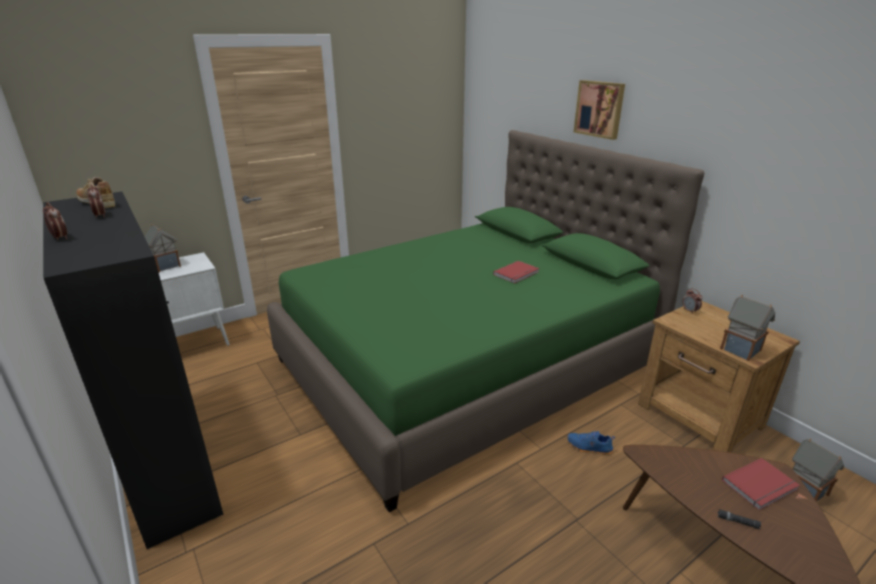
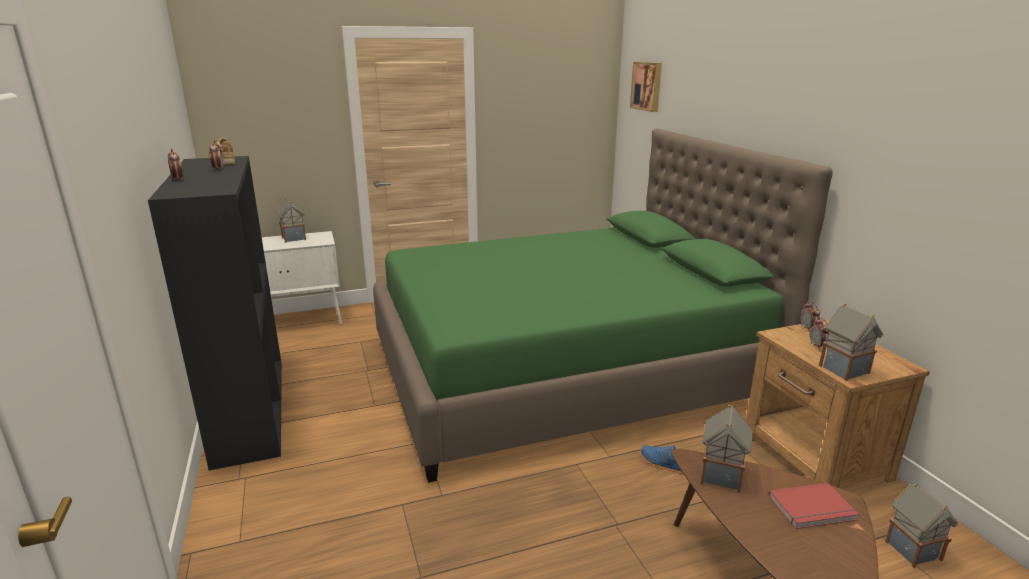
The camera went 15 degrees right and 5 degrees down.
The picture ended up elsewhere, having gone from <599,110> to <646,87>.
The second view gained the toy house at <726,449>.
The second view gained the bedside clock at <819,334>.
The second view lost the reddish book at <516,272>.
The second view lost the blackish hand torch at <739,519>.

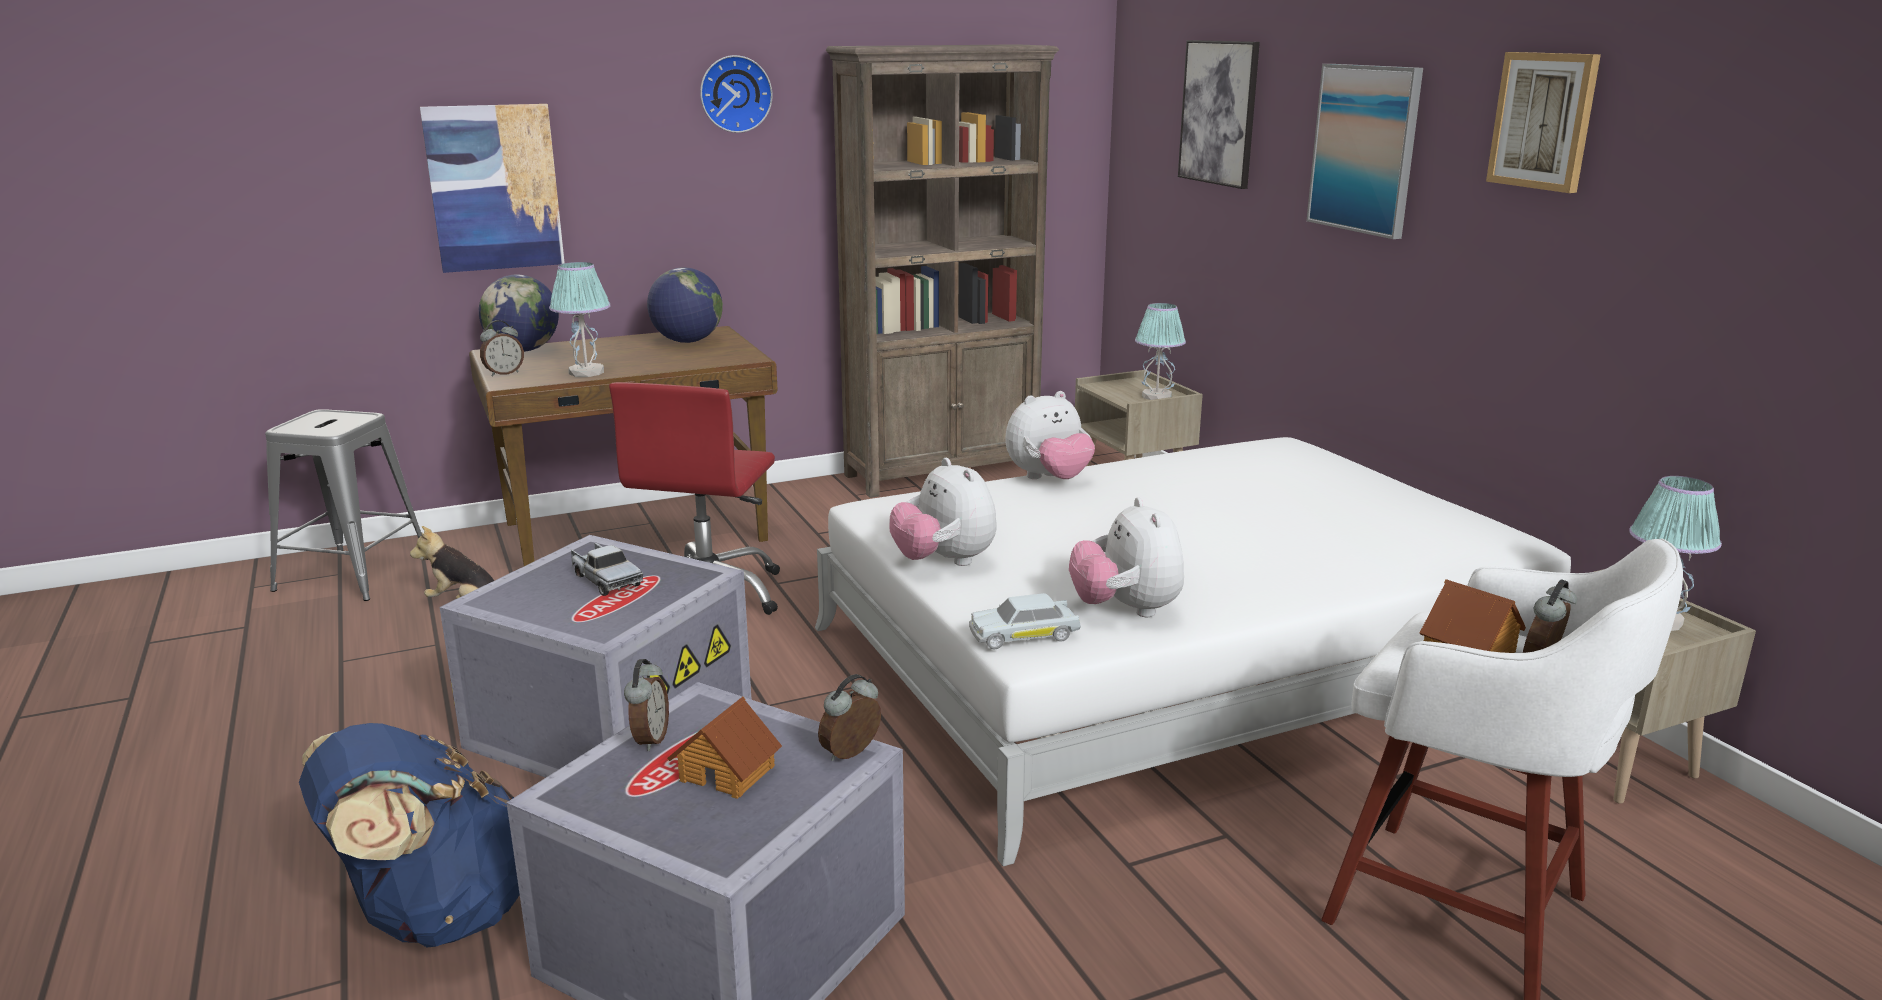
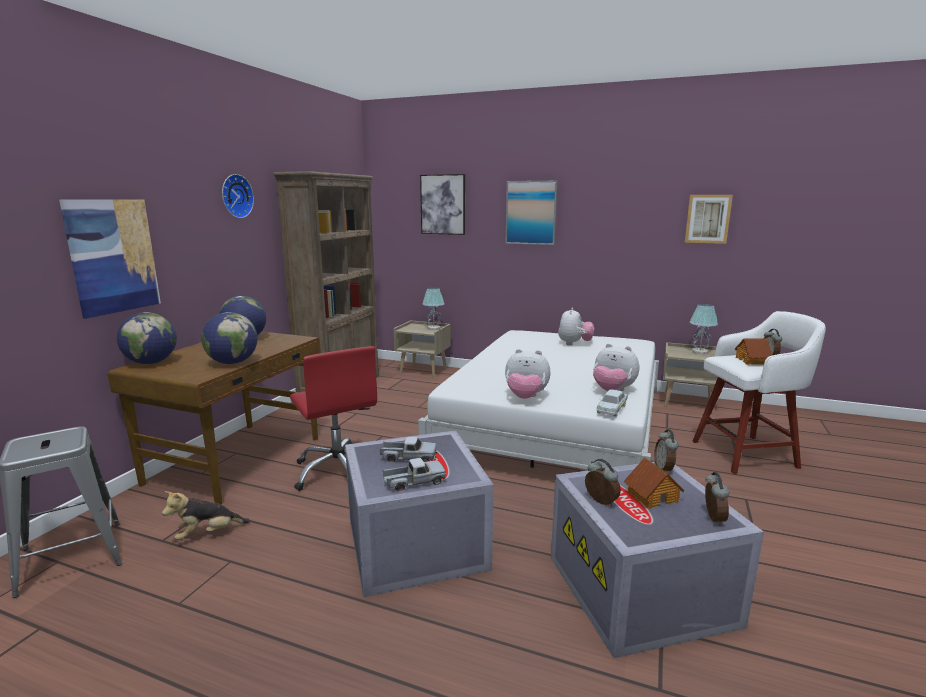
The camera went 45 degrees left and 5 degrees down.
Where the table lamp stood at <579,319>, the globe came to stand at <229,338>.
The second view gained the toy truck at <414,474>.
The soft toy ended up elsewhere, having gone from <1050,435> to <576,326>.
The picture ended up elsewhere, having gone from <1543,122> to <709,219>.
The bedside clock ended up elsewhere, having gone from <502,348> to <717,499>.
The second view lost the blue knapsack at <409,835>.

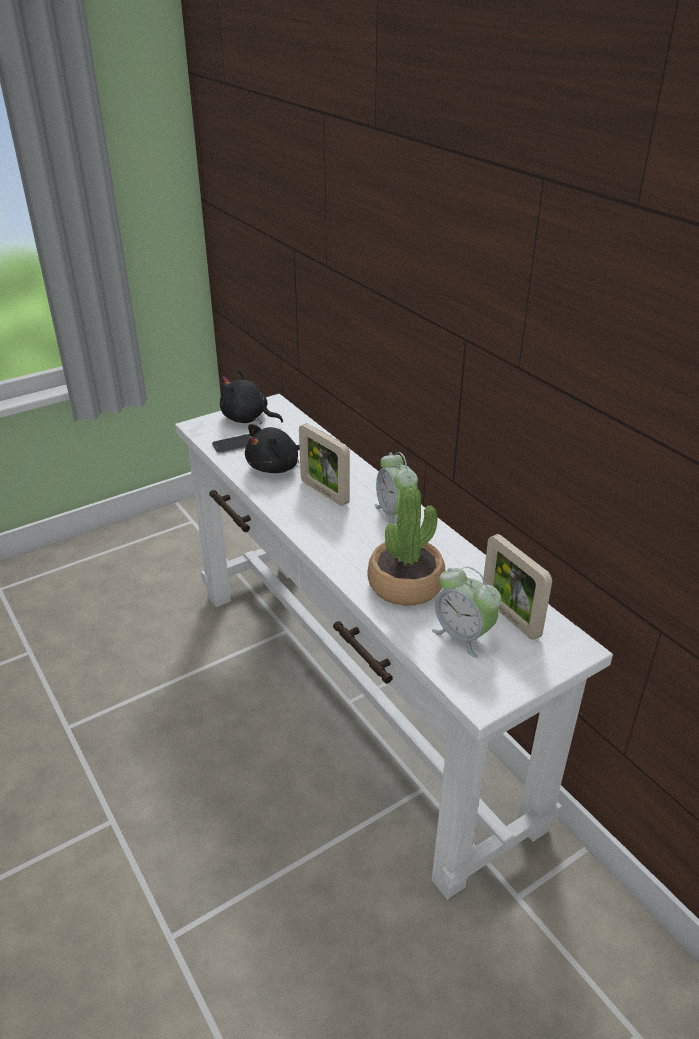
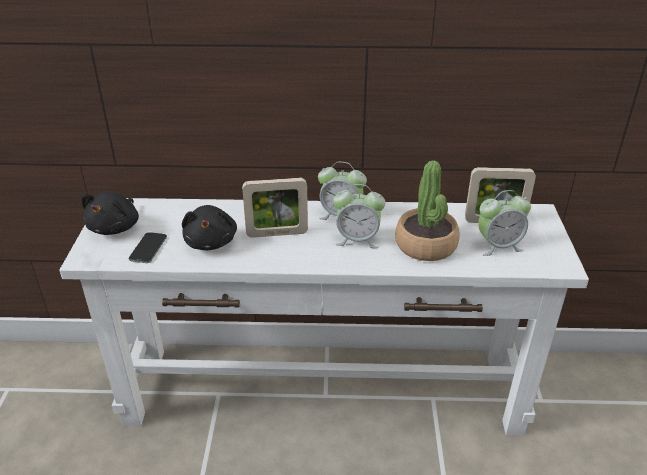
The camera went 55 degrees left and 0 degrees up.
The blackish soft toy at <251,397> ended up facing another way, 45 degrees counterclockwise from before.
The second view gained the bedside clock at <359,216>.

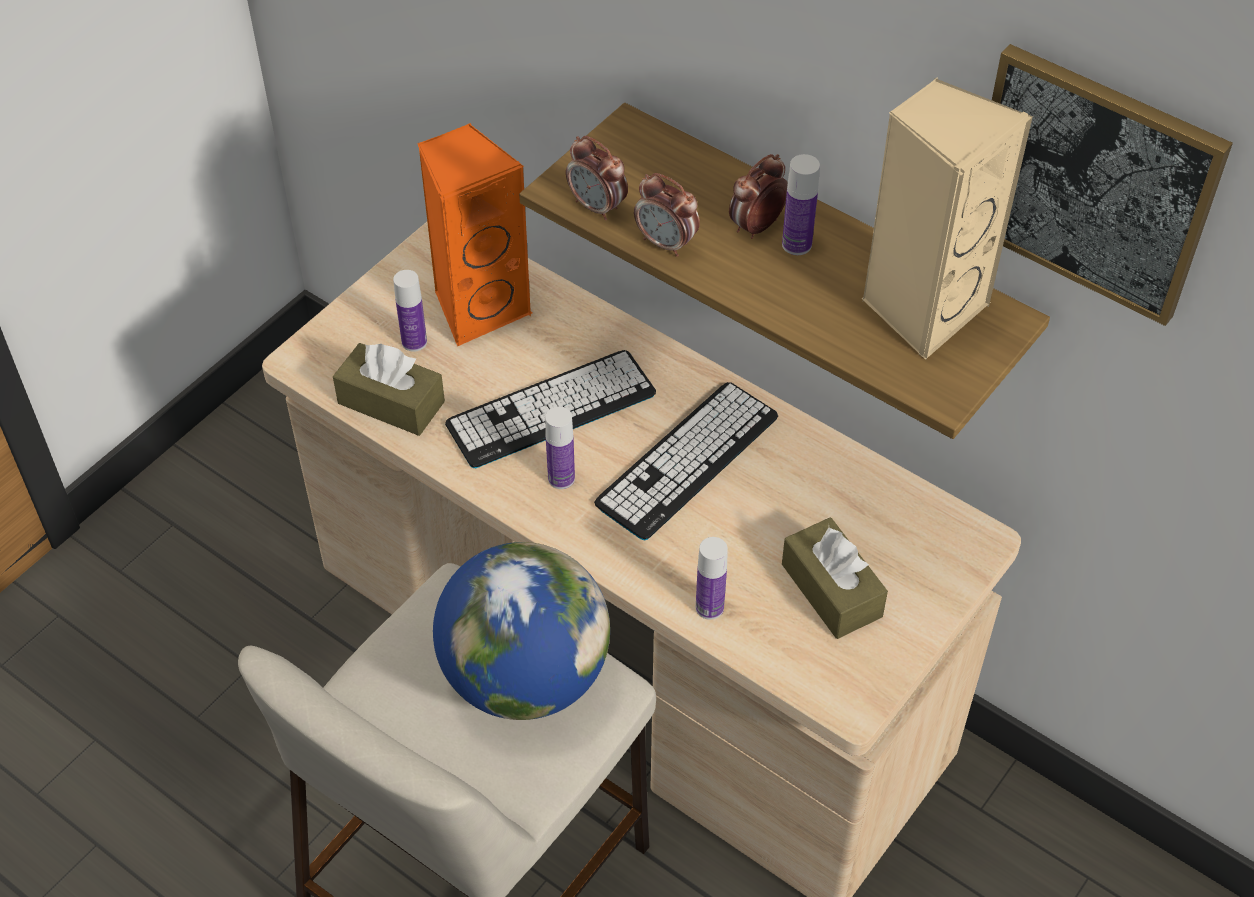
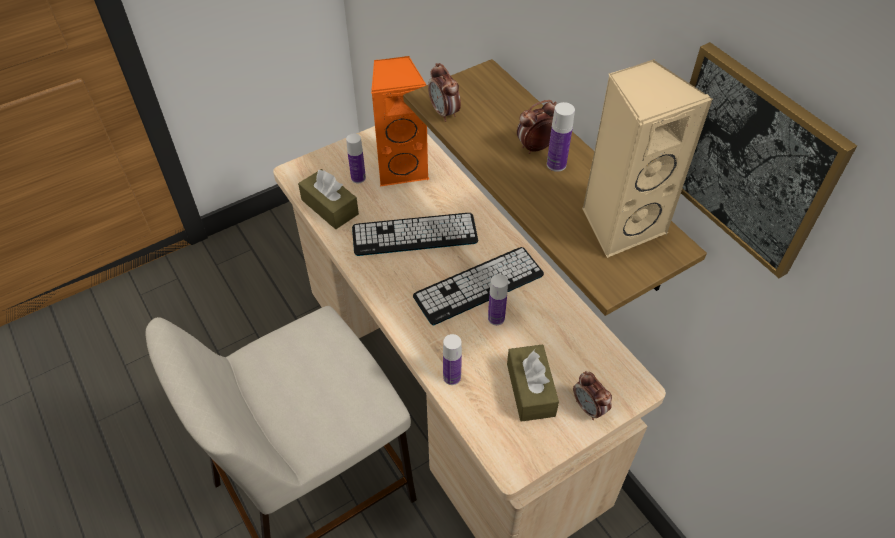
The camera went 20 degrees right and 0 degrees up.
The drink bottle ended up elsewhere, having gone from <560,448> to <498,299>.
The bedside clock ended up elsewhere, having gone from <667,215> to <592,395>.
The second view lost the globe at <521,631>.

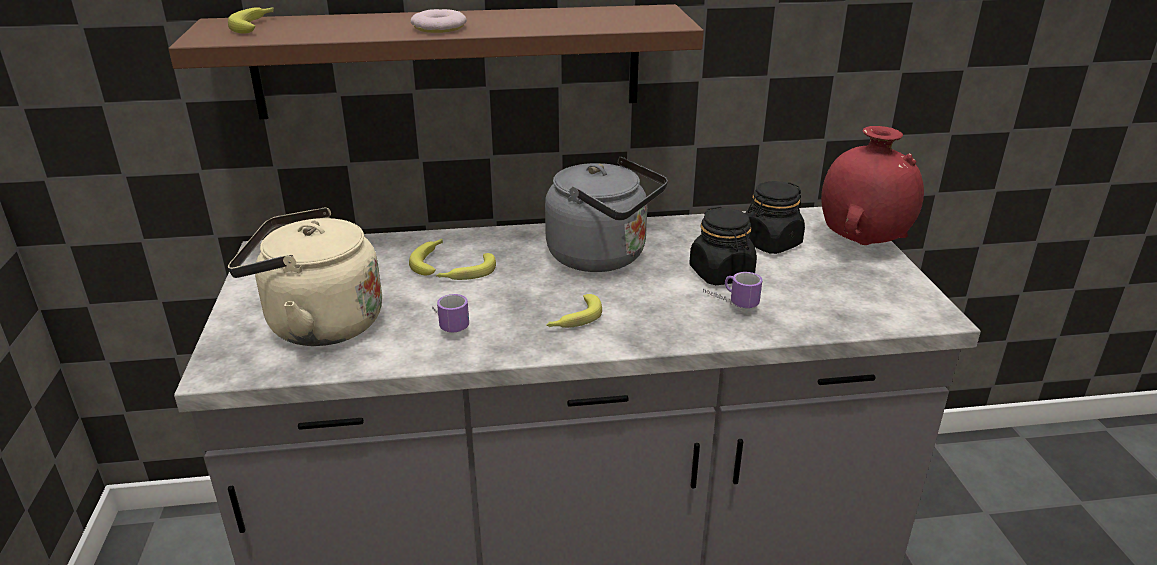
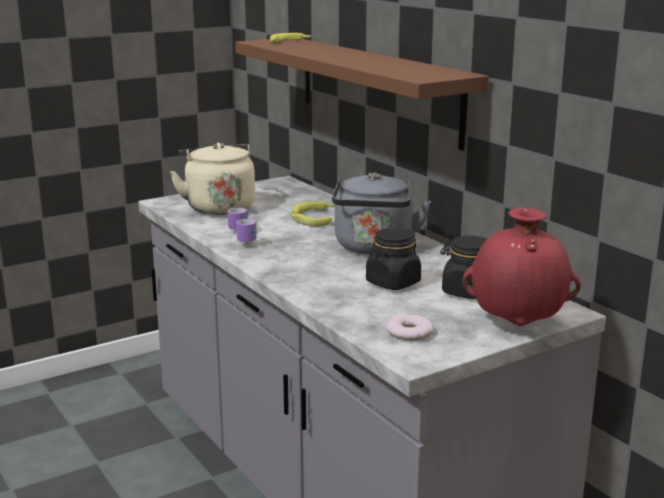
The camera went 65 degrees right and 10 degrees down.
The coffee mug ended up elsewhere, having gone from <732,290> to <247,231>.
The donut ended up elsewhere, having gone from <439,21> to <410,327>.
The second view lost the banana fruit at <574,311>.

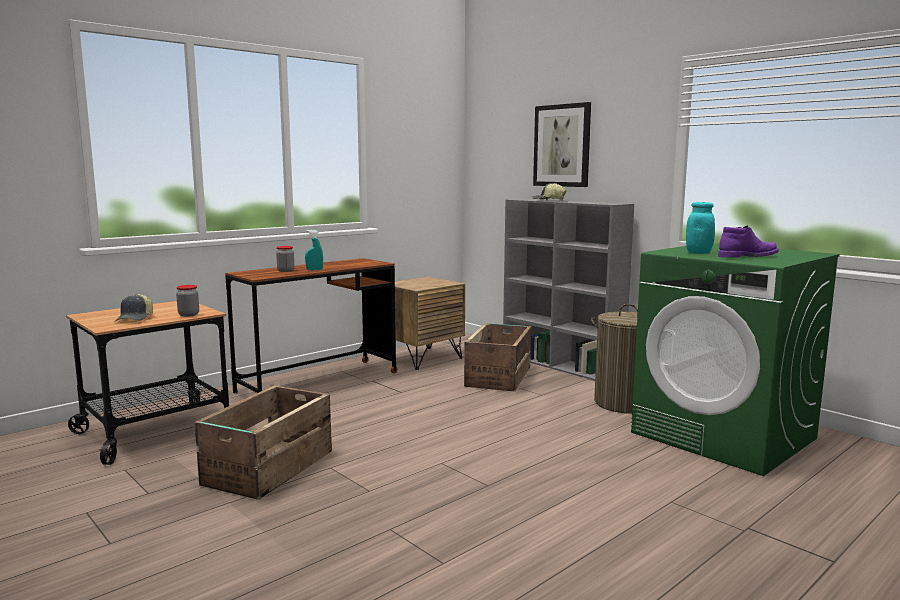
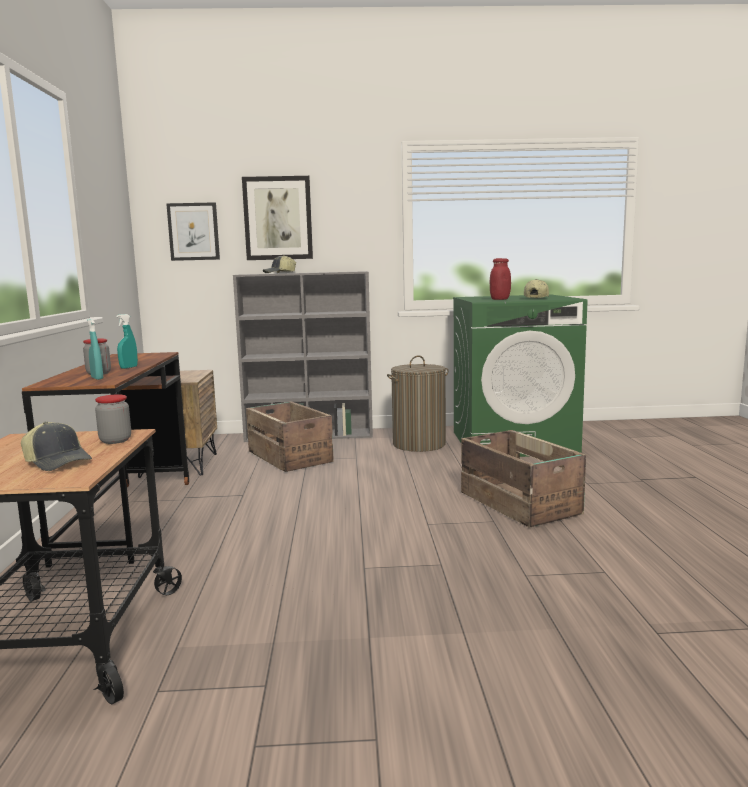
The camera went 50 degrees left and 0 degrees up.
The second view gained the blue-green spray bottle at <95,349>.
The second view gained the picture at <193,231>.
The crate ended up elsewhere, having gone from <263,442> to <523,479>.
What was the blue-green preserve jar at <700,228> turned into the reddish preserve jar at <500,279>.
Where the purplish high-top boot stood at <748,241>, the peaked cap came to stand at <536,288>.

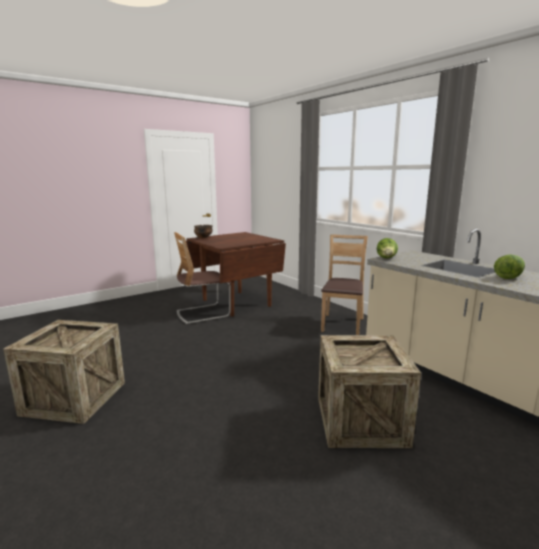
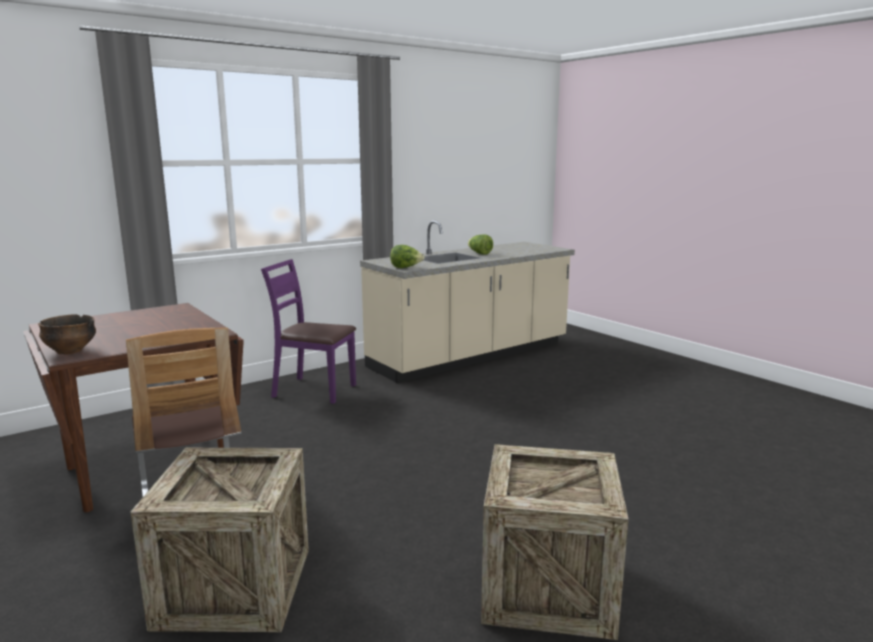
The camera went 90 degrees left and 0 degrees up.
The crate ended up elsewhere, having gone from <369,391> to <220,540>.
What was the brown-coloured plain chair at <344,284> turned into the purplish plain chair at <308,331>.

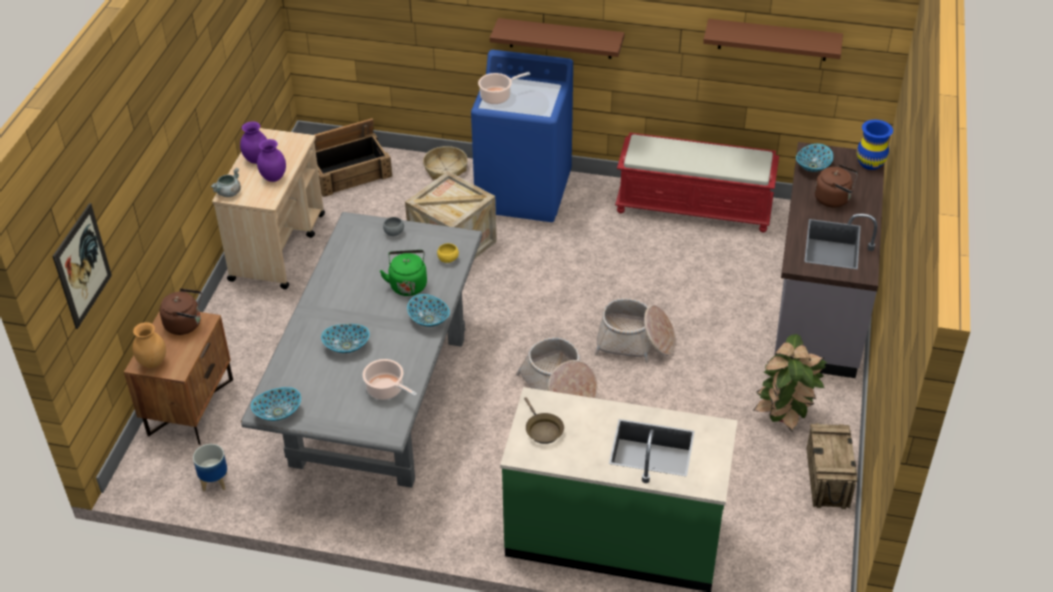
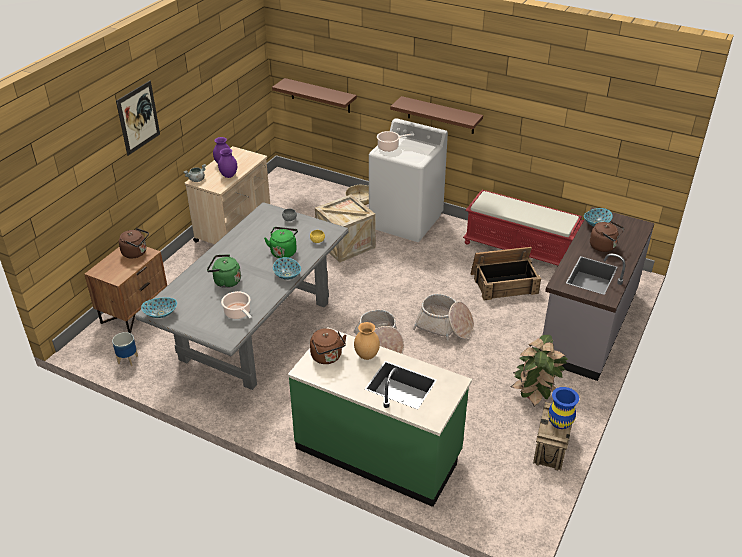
The camera went 15 degrees right and 5 degrees down.
The picture ended up elsewhere, having gone from <82,266> to <138,118>.
Where the bowl stood at <345,338>, the green water kettle came to stand at <224,271>.
The brown-coloured shelf ended up elsewhere, having gone from <773,40> to <314,95>.
Where the brown-coloured pan stood at <544,420>, the brown-coloured water kettle came to stand at <328,346>.
The brown-coloured decorative vase ended up elsewhere, having gone from <149,345> to <367,341>.
What was the blue laundry appliance at <522,136> turned into the white laundry appliance at <408,180>.
The crate ended up elsewhere, having gone from <353,157> to <505,273>.
The blue decorative vase ended up elsewhere, having gone from <875,145> to <563,408>.

